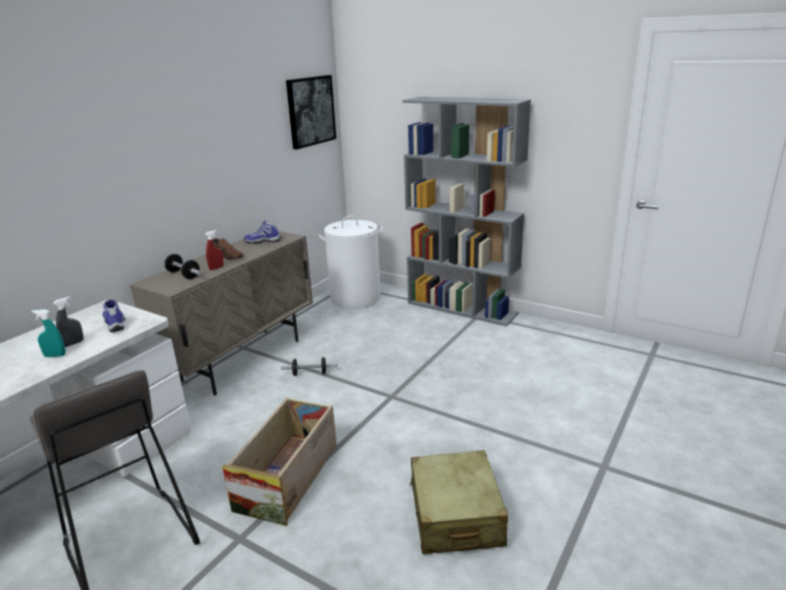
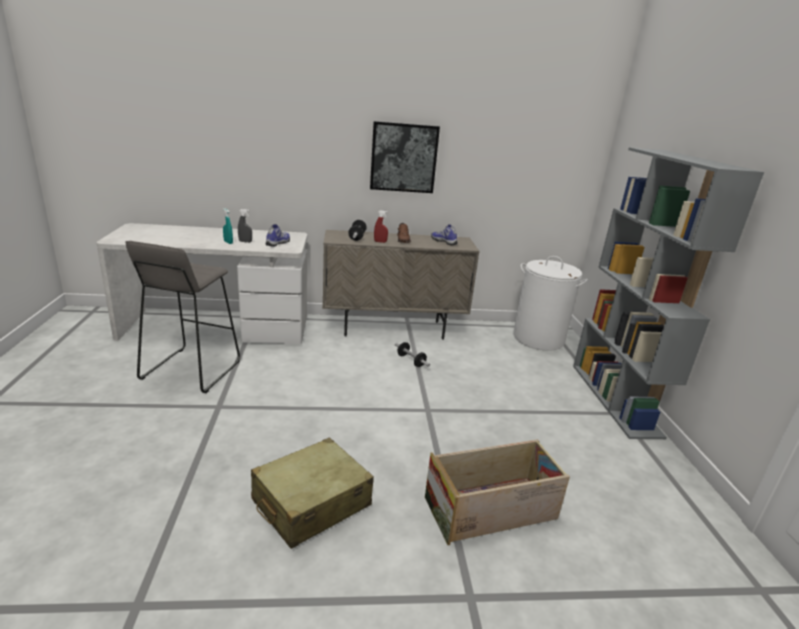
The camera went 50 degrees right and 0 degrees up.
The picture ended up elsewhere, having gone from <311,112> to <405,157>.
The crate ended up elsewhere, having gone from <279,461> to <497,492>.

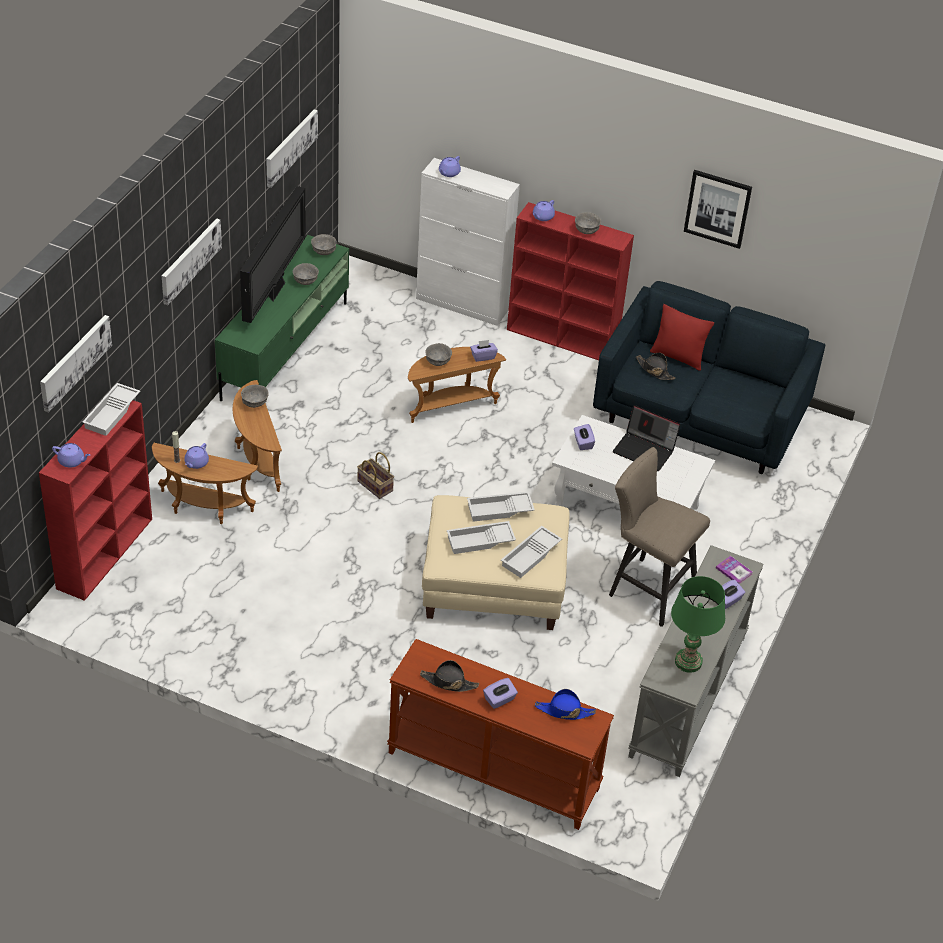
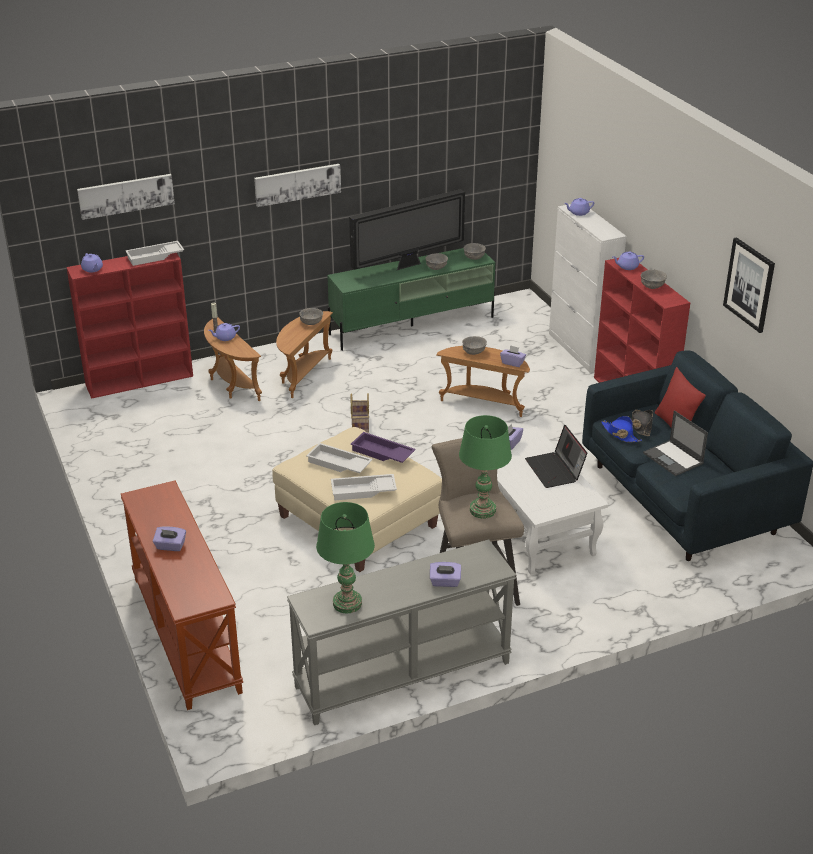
The camera went 45 degrees right and 10 degrees down.
What was the white carrying tray at <501,506> turned into the purplish carrying tray at <383,447>.
The second view gained the green table lamp at <485,467>.
The blue hat ended up elsewhere, having gone from <565,704> to <621,429>.
The second view gained the laptop at <675,443>.
The second view lost the picture at <292,148>.
The second view lost the blackish hat at <449,676>.
The second view lost the book at <734,570>.

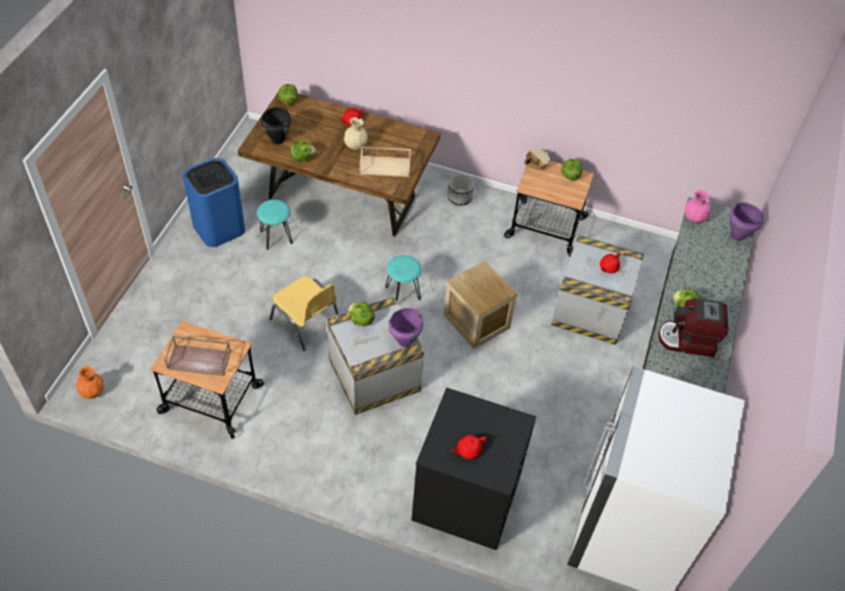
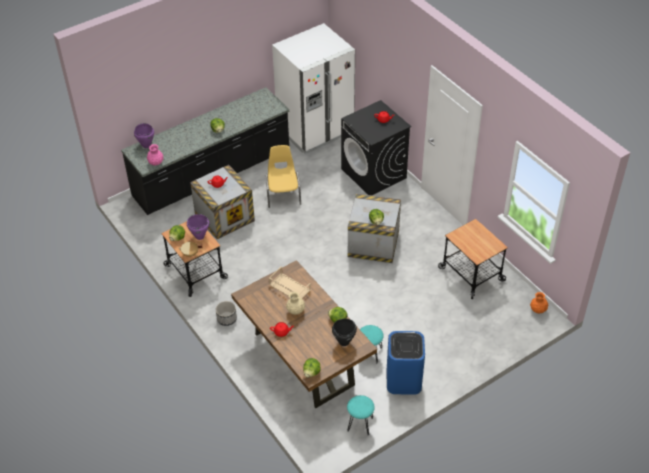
The camera went 140 degrees left and 5 degrees down.
The purplish stockpot ended up elsewhere, having gone from <405,327> to <198,227>.
The yellow-coloured plain chair ended up elsewhere, having gone from <304,313> to <283,176>.
The blue-green stool ended up elsewhere, having gone from <403,278> to <361,415>.
The second view lost the brown-coloured carrying tray at <197,356>.
The second view lost the crate at <480,305>.
The second view lost the coffee machine at <693,327>.

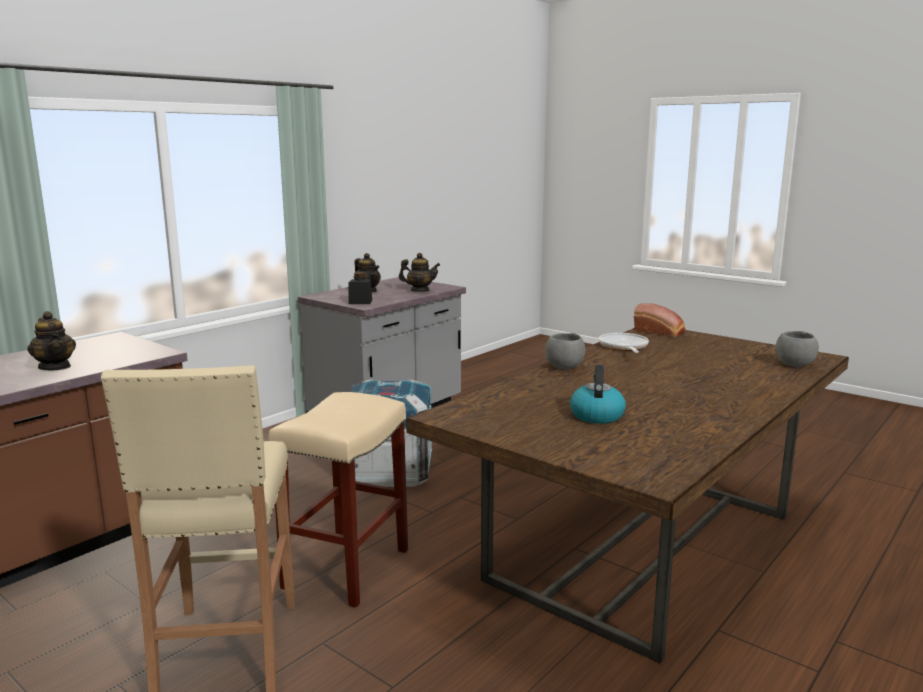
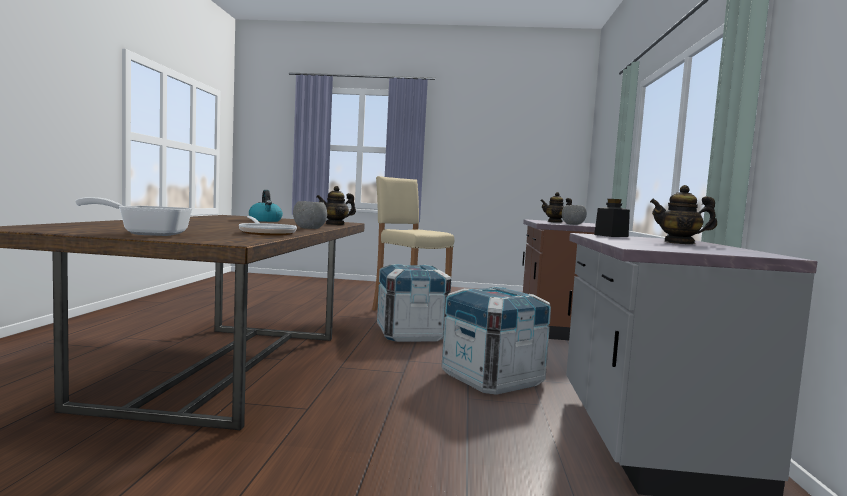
The camera went 145 degrees right and 10 degrees down.
The second view gained the pan at <134,216>.
The tea pot ended up elsewhere, having gone from <419,272> to <336,205>.
Where the sand-coloured stool stood at <338,500>, the crate came to stand at <414,303>.
The grey bowl ended up elsewhere, having gone from <797,349> to <574,215>.
The second view lost the baked bread at <660,320>.

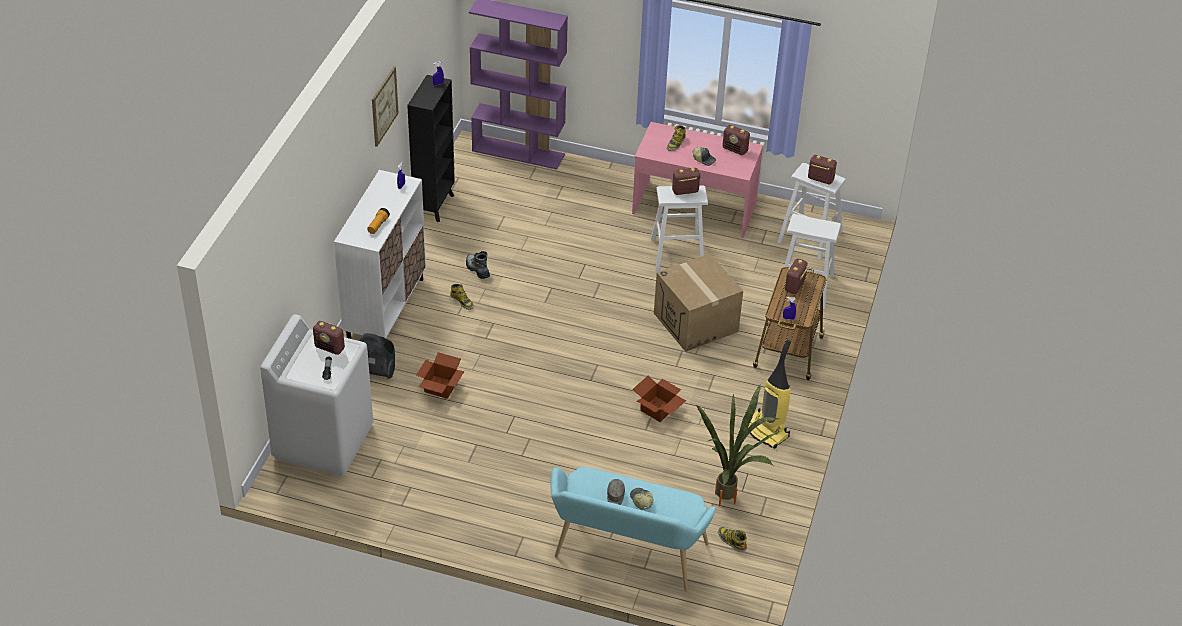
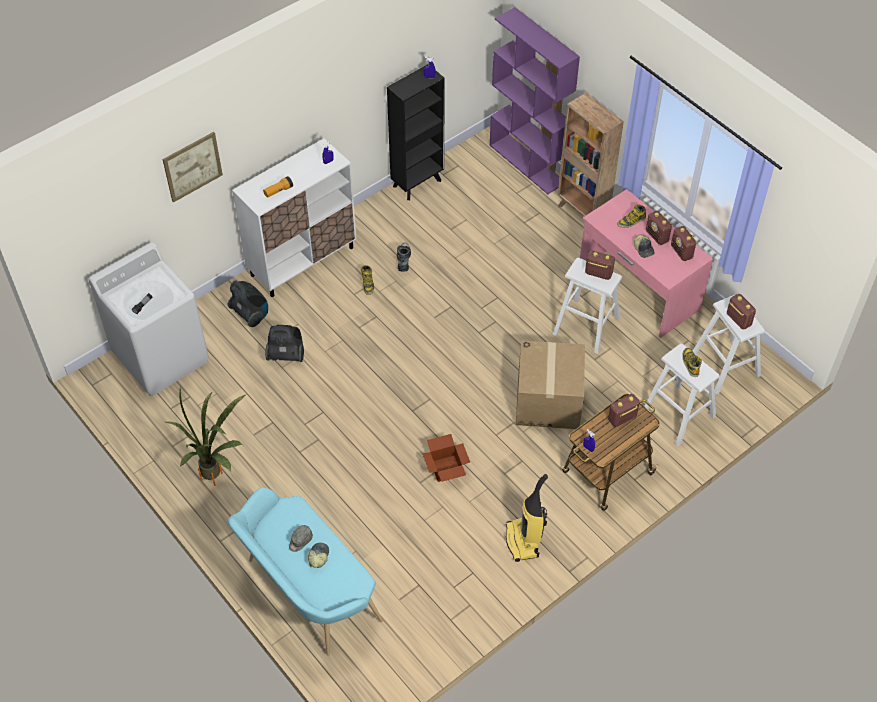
The camera went 35 degrees right and 10 degrees up.
The picture ended up elsewhere, having gone from <385,106> to <193,167>.
The houseplant ended up elsewhere, having gone from <738,445> to <206,437>.
Where the packing box stood at <440,375>, the vacuum came to stand at <284,343>.
The second view gained the brown-coloured shelving unit at <591,154>.
The radio set ended up elsewhere, having gone from <329,338> to <659,228>.
The high-top boot ended up elsewhere, having gone from <732,539> to <692,362>.

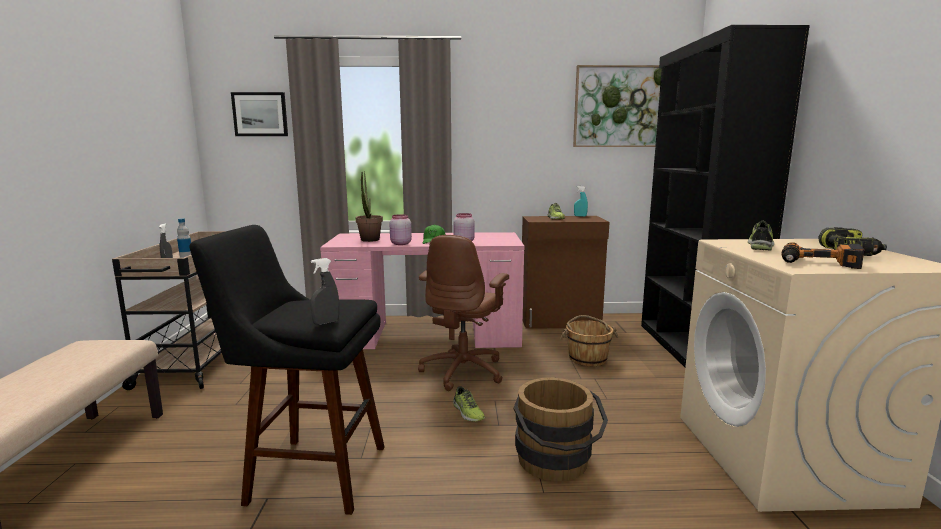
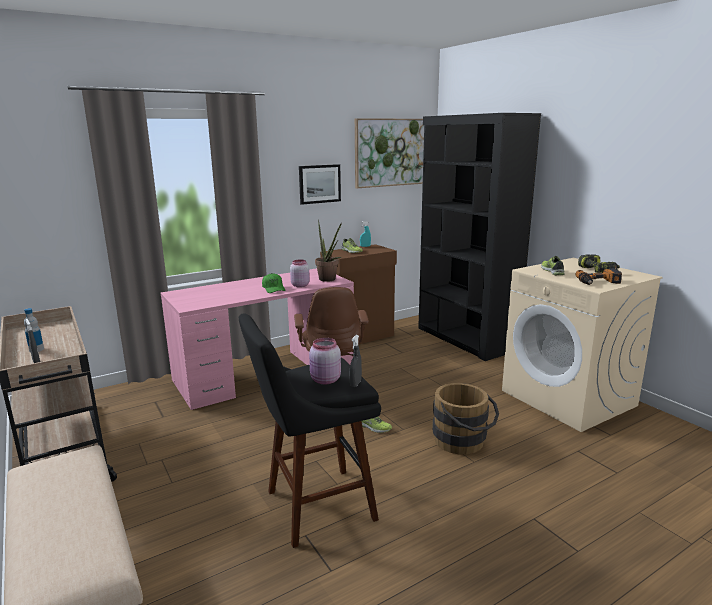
The camera went 30 degrees left and 5 degrees up.
The picture ended up elsewhere, having gone from <259,114> to <320,184>.
The pinkish preserve jar ended up elsewhere, having gone from <401,229> to <325,361>.
The houseplant ended up elsewhere, having gone from <369,206> to <328,250>.
The second view lost the brown-coloured bucket at <589,340>.

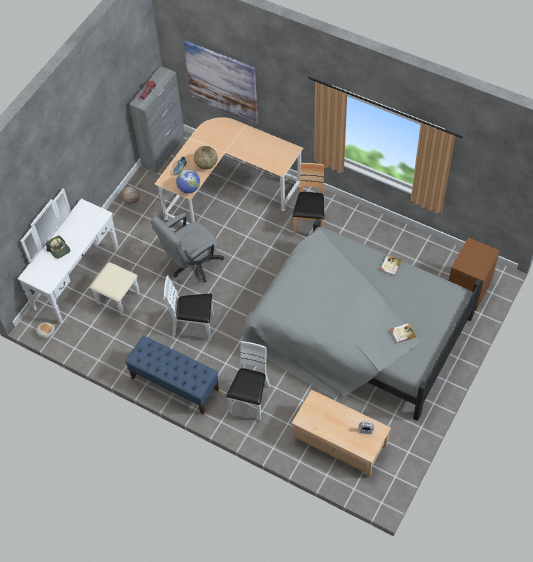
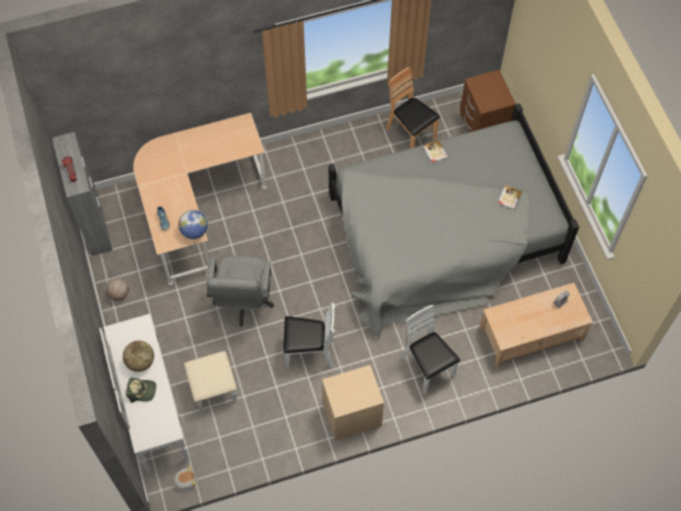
The camera went 50 degrees left and 5 degrees up.
The globe ended up elsewhere, having gone from <206,158> to <138,356>.
The white plain chair at <188,308> ended up facing another way, 135 degrees counterclockwise from before.
Where the blue indoor bench stood at <172,374>, the sand-coloured nightstand came to stand at <353,403>.
The brown-coloured plain chair ended up elsewhere, having gone from <308,200> to <413,107>.
The second view lost the picture at <221,82>.

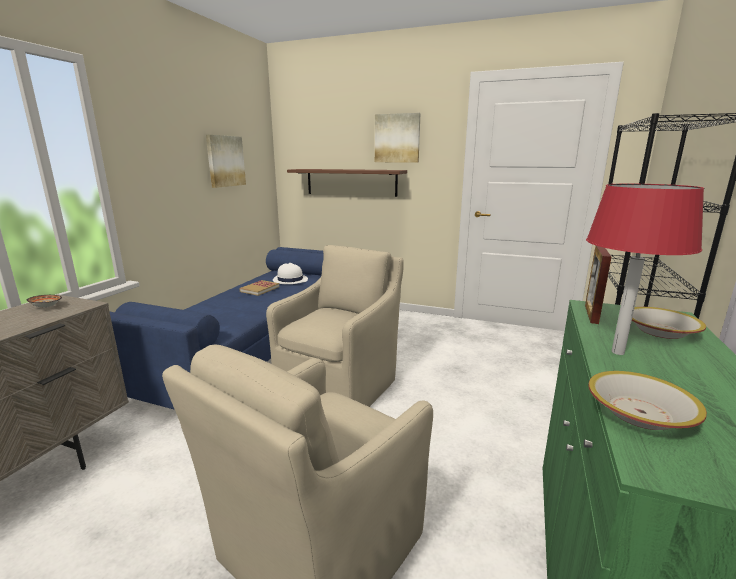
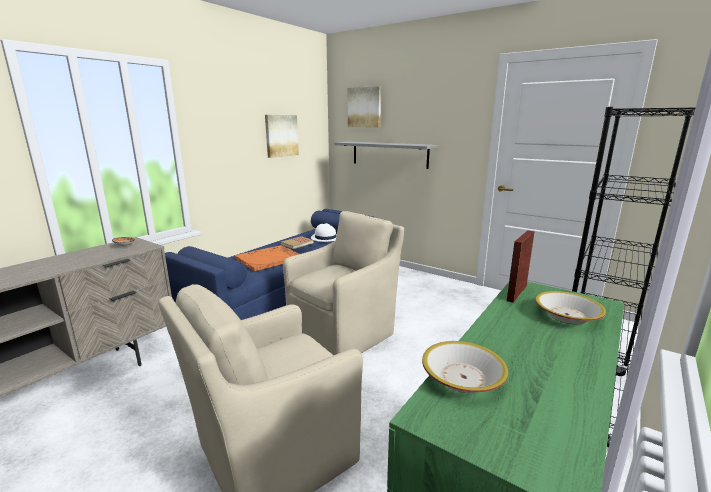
The camera went 15 degrees right and 0 degrees up.
The second view gained the orange-coloured carrying tray at <267,258>.
What was the brown-coloured shelf at <347,183> turned into the grey shelf at <386,155>.
The picture ended up elsewhere, having gone from <398,138> to <364,107>.
The second view lost the reddish table lamp at <645,269>.

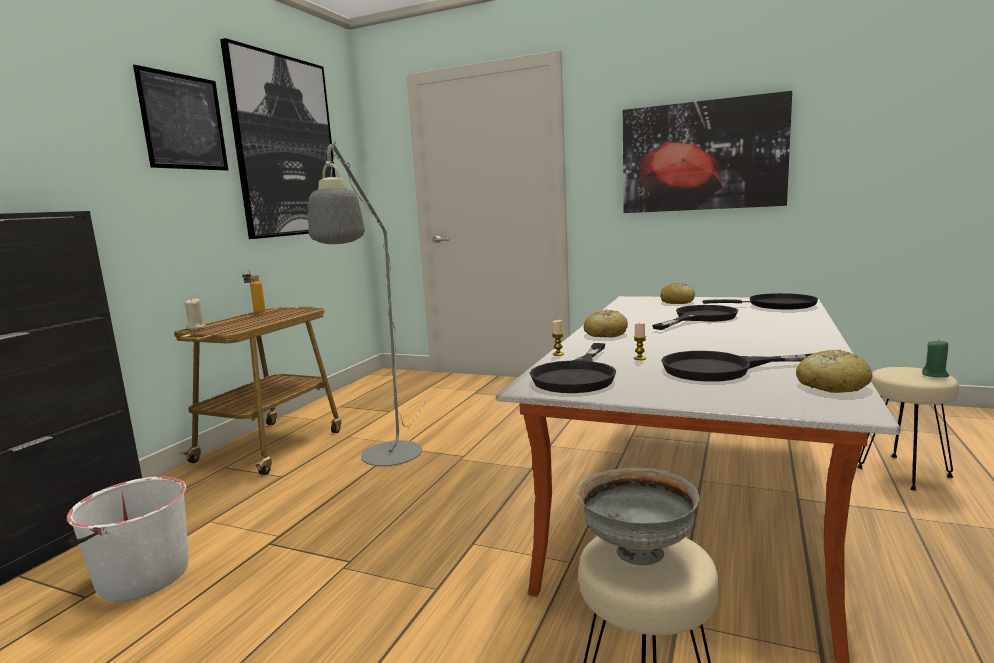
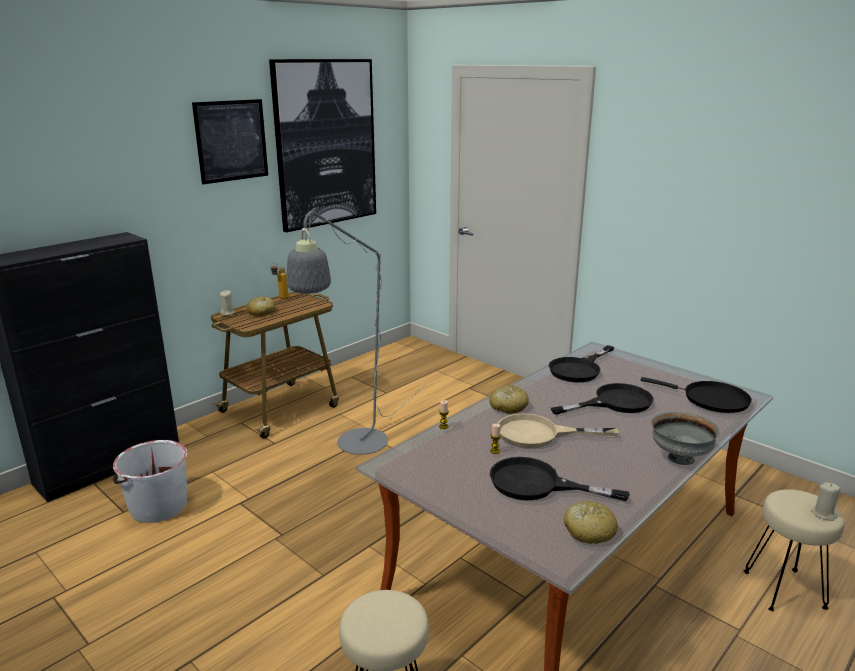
The camera went 20 degrees right and 10 degrees up.
The baked bread ended up elsewhere, having gone from <677,293> to <261,306>.
The second view gained the sand-coloured pan at <558,431>.
The blackish pan ended up elsewhere, having gone from <572,368> to <582,363>.
The grey bowl ended up elsewhere, having gone from <638,516> to <685,438>.
What was the green candle at <935,358> turned into the sand-coloured candle at <825,501>.
The second view lost the picture at <707,152>.

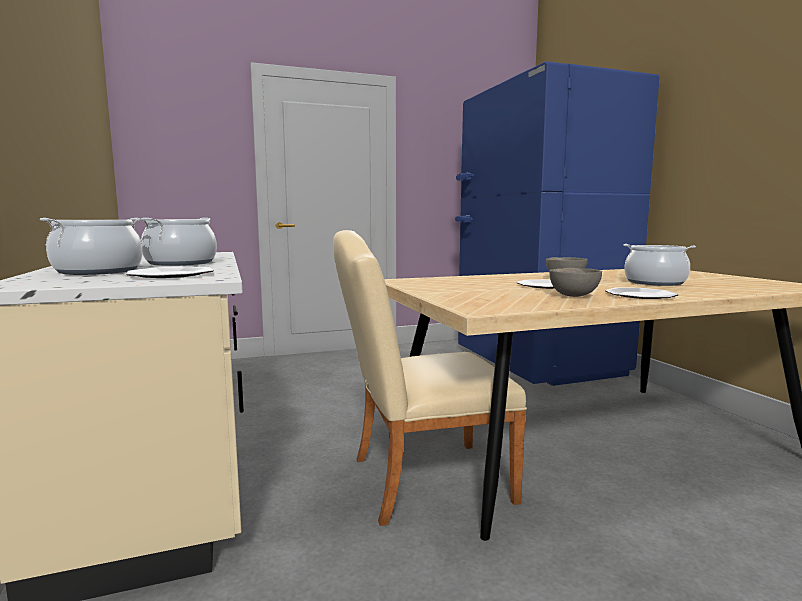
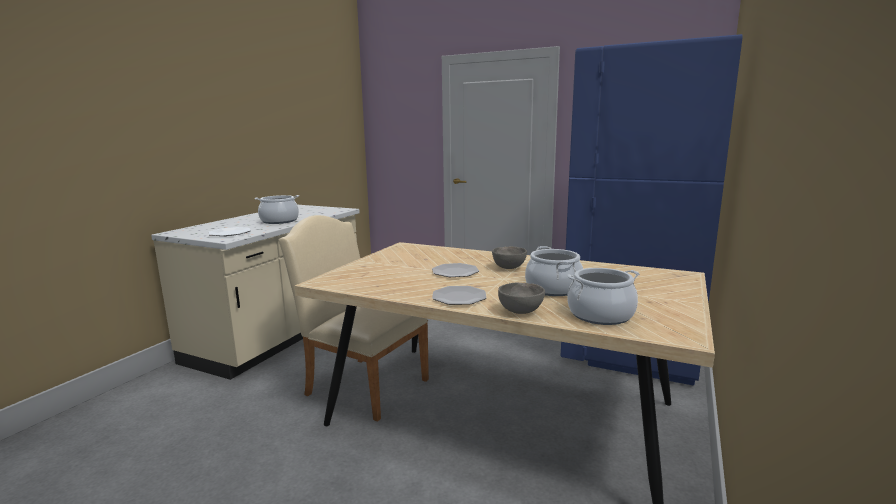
The camera went 45 degrees right and 5 degrees up.
The grey bowl ended up elsewhere, having gone from <575,282> to <521,298>.
The stockpot ended up elsewhere, having gone from <91,246> to <603,296>.

